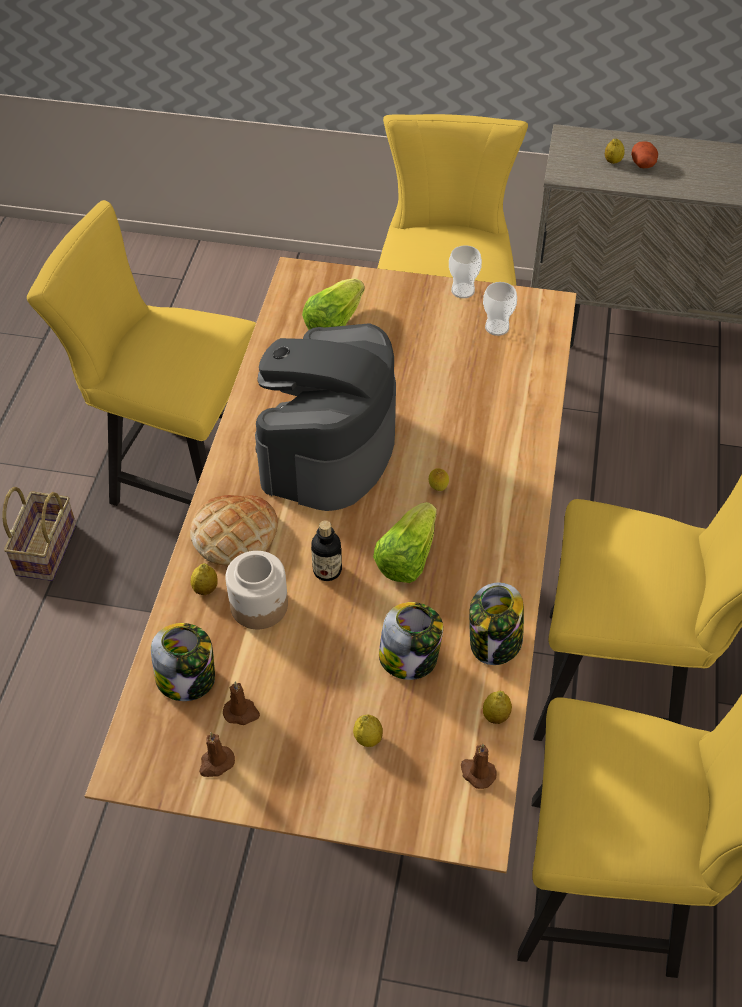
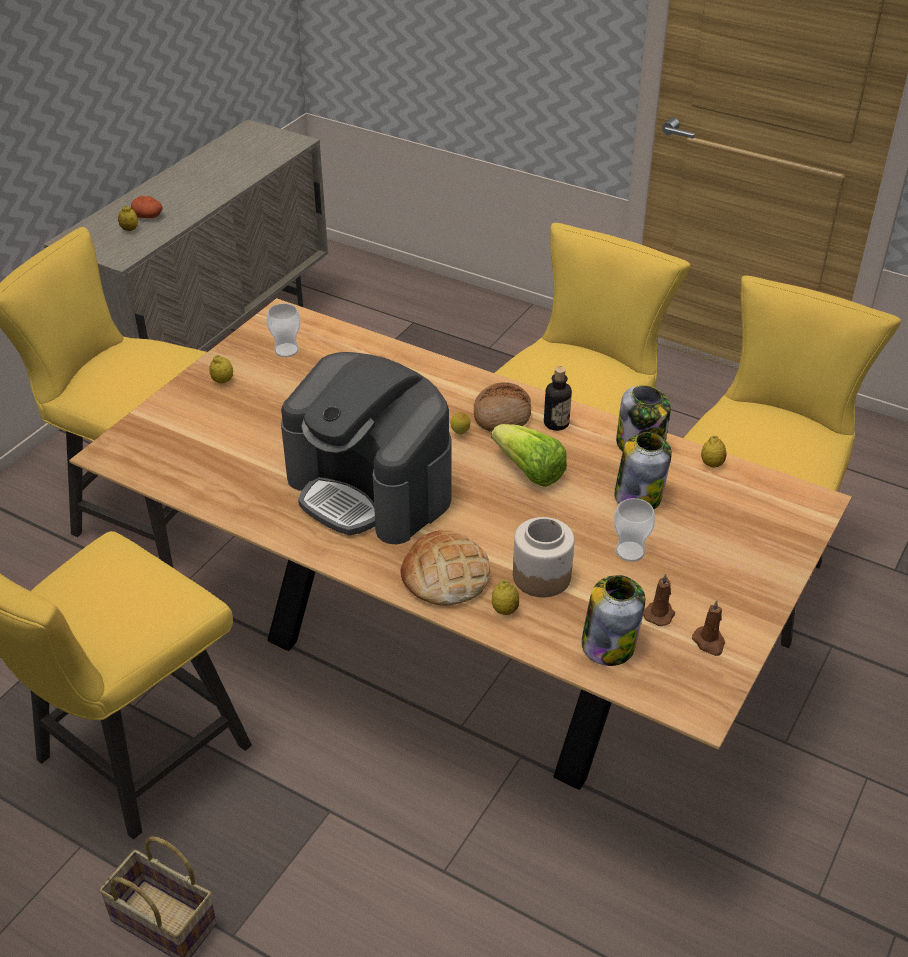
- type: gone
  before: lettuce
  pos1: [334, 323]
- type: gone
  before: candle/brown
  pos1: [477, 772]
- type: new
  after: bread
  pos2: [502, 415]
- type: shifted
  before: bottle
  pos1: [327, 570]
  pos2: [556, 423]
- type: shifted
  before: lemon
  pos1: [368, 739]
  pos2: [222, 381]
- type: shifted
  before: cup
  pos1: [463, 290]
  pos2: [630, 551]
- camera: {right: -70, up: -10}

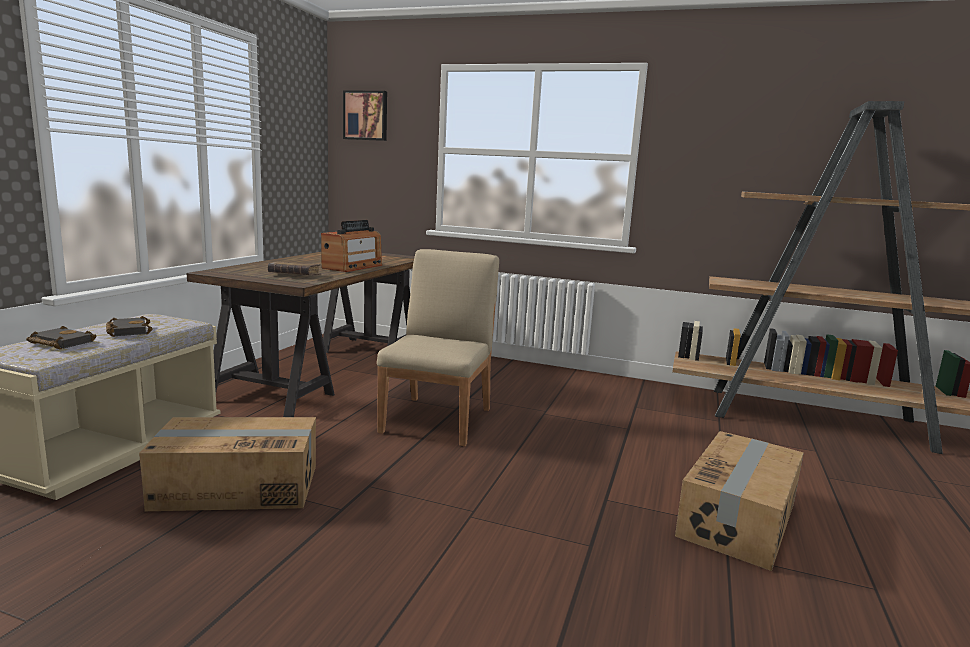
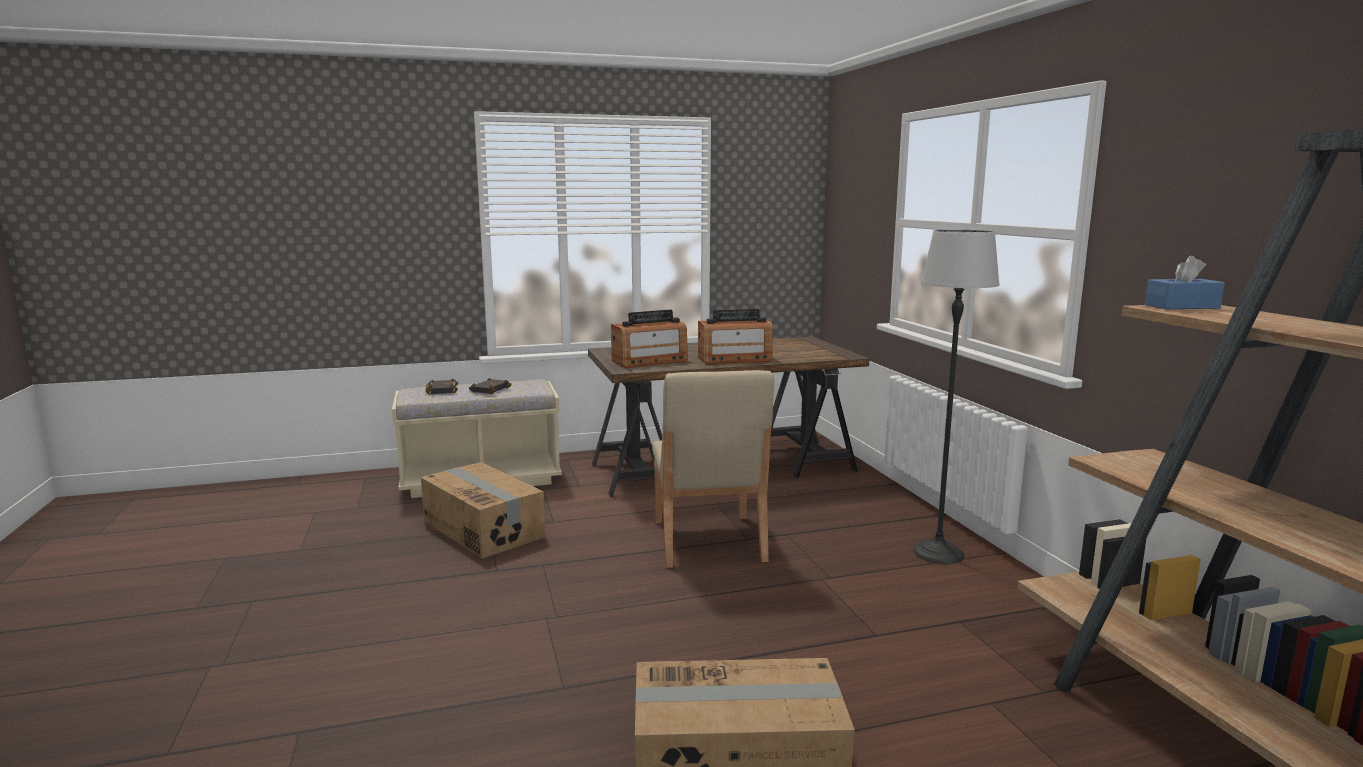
- type: gone
  before: picture
  pos1: [366, 115]
- type: new
  after: floor lamp
  pos2: [938, 553]
- type: new
  after: tissue box/blue
  pos2: [1182, 306]
- type: swapped
  before: book/brown
  after: radio
  pos1: [294, 275]
  pos2: [649, 361]
- type: rotated
  before: chair/beige
  pos1: [438, 419]
  pos2: [707, 541]
  turn: 105
- camera: {right: 55, up: 0}

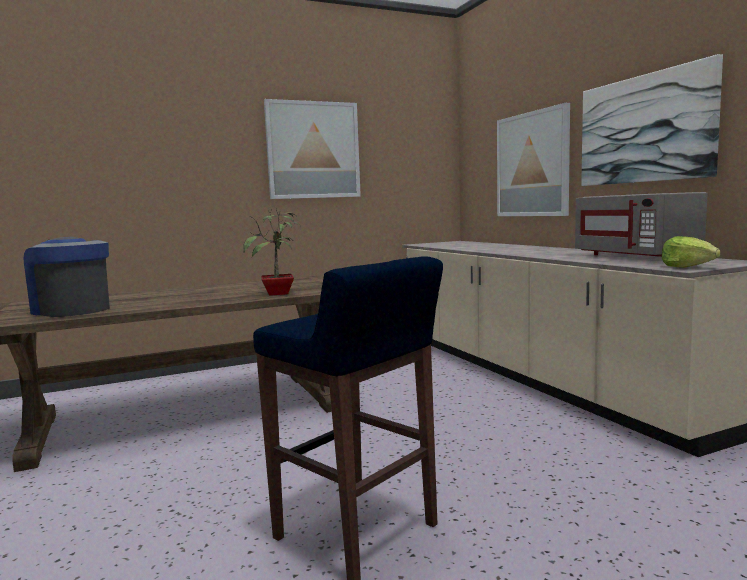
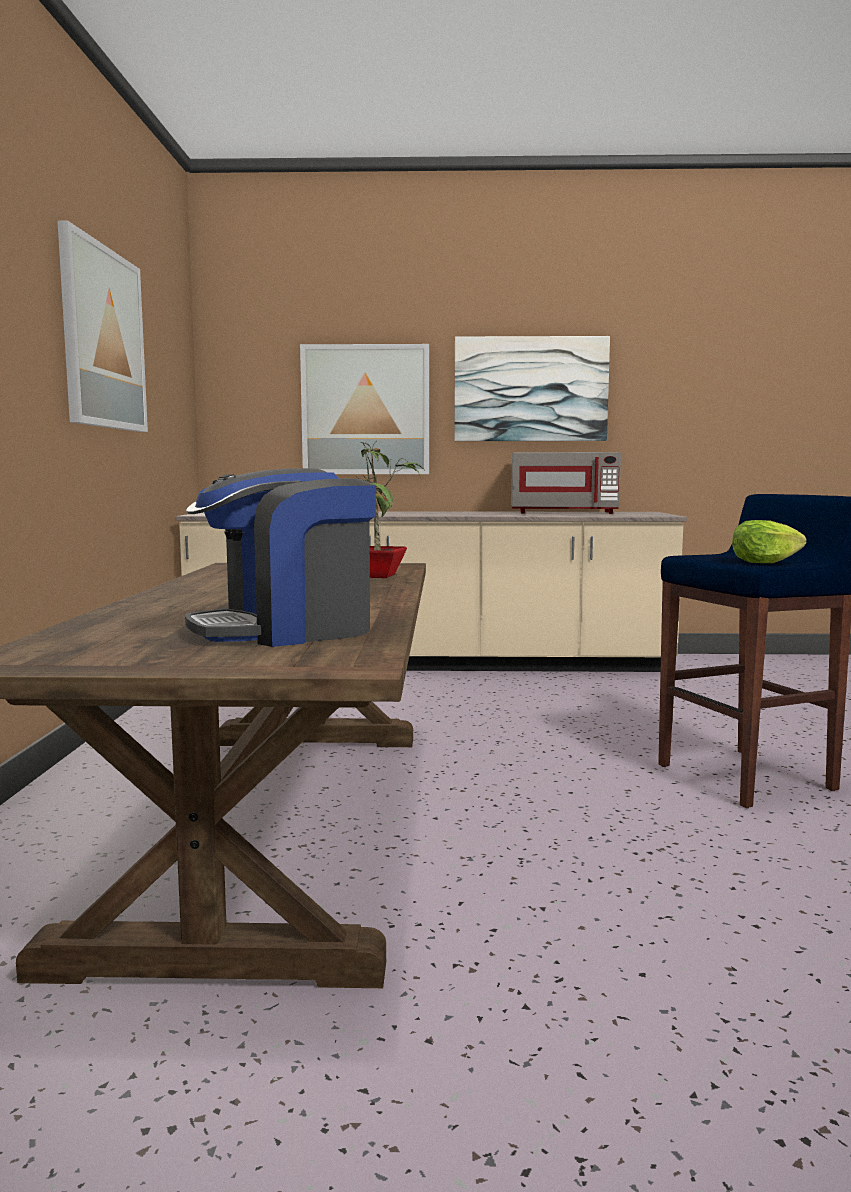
- type: shifted
  before: lettuce
  pos1: [687, 267]
  pos2: [764, 562]
- camera: {right: -65, up: 0}

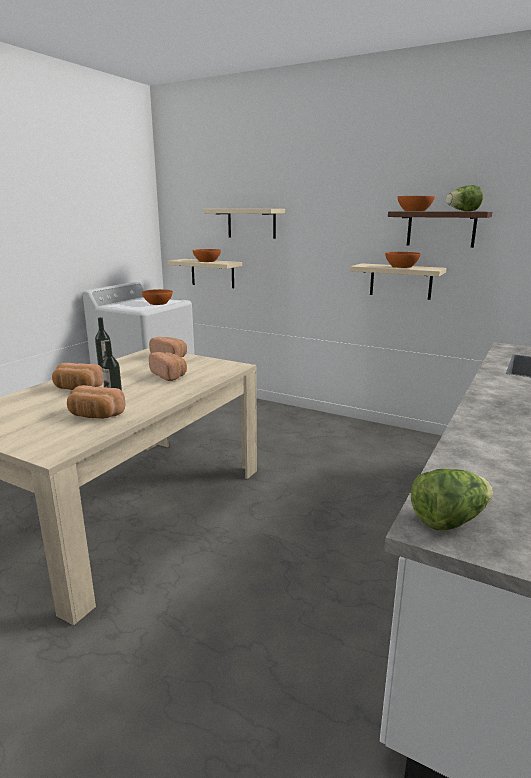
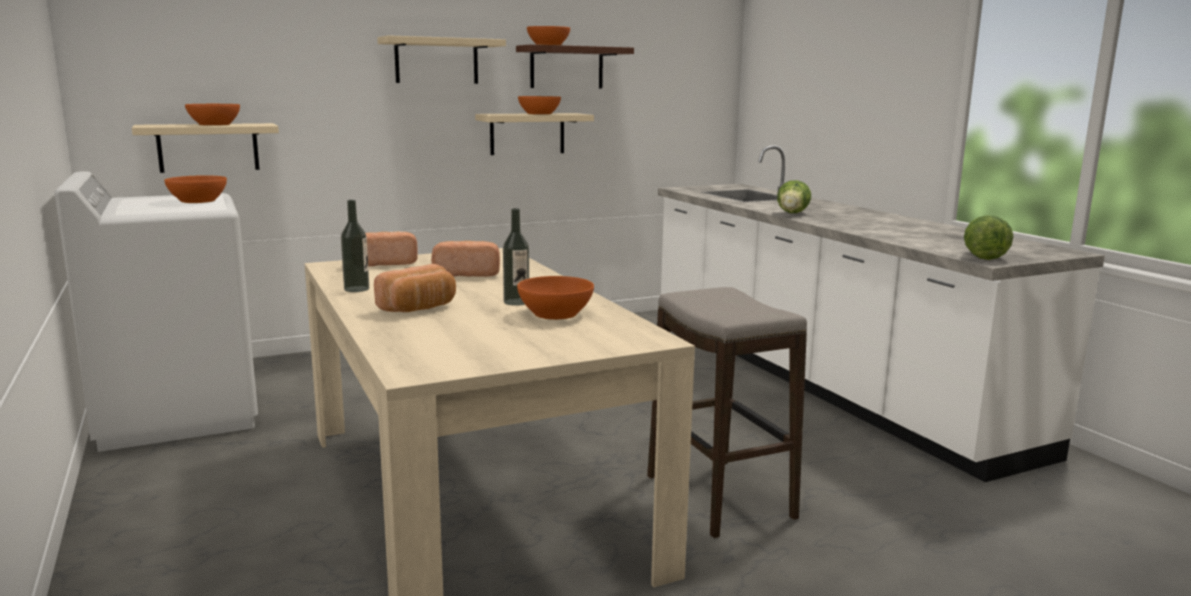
- type: new
  after: stool
  pos2: [719, 497]
- type: shifted
  before: shelf/beige
  pos1: [251, 223]
  pos2: [436, 61]
- type: shifted
  before: lettuce
  pos1: [463, 211]
  pos2: [792, 214]
- type: swapped
  before: bread
  after: bowl/orange
  pos1: [95, 415]
  pos2: [555, 313]
- camera: {right: -55, up: -5}

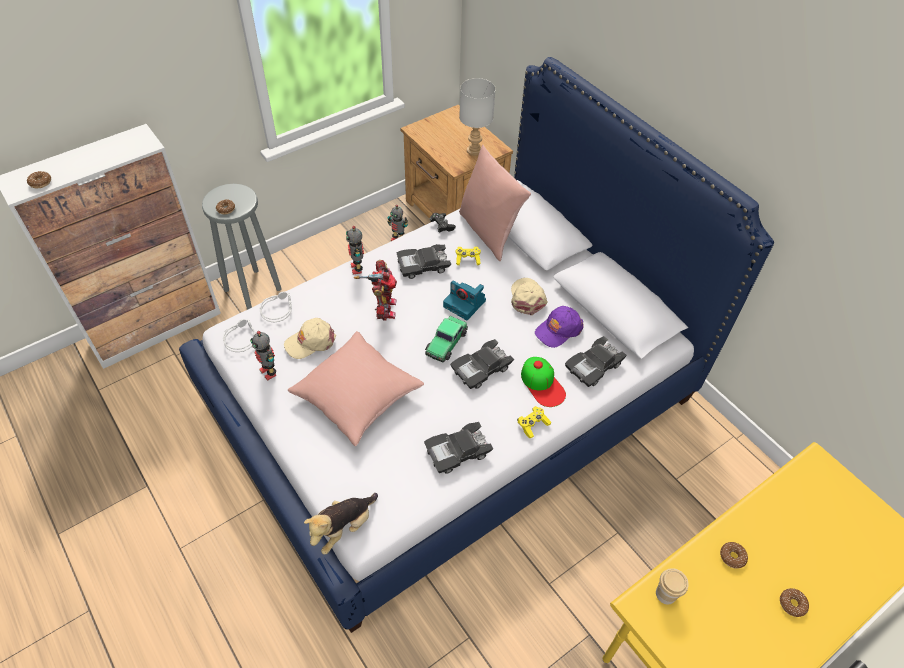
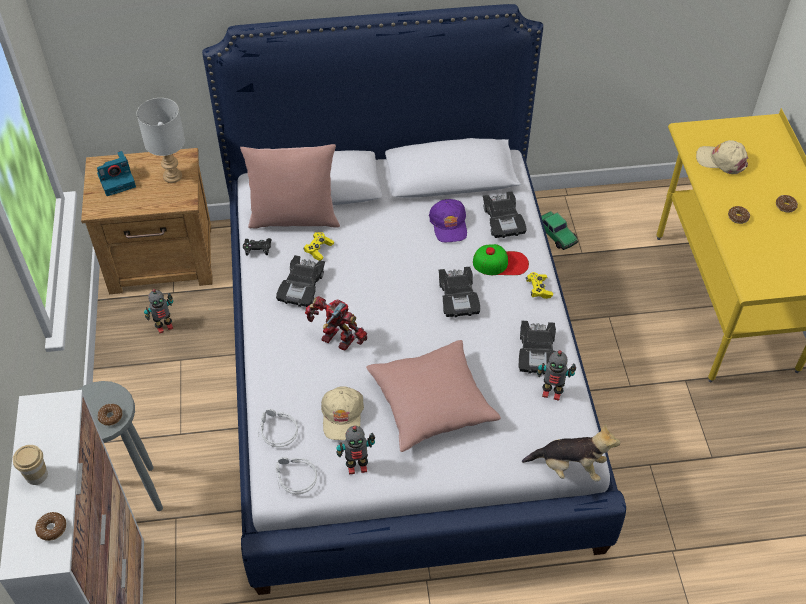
- type: shifted
  before: toy robot
  pos1: [357, 268]
  pos2: [552, 392]
- type: shifted
  before: toy car
  pos1: [446, 343]
  pos2: [556, 234]
- type: shifted
  before: photo camera
  pos1: [465, 304]
  pos2: [117, 180]
- type: shifted
  before: cap/beige
  pos1: [527, 298]
  pos2: [721, 160]
- type: shifted
  before: cup
  pos1: [666, 594]
  pos2: [36, 475]
- type: rotated
  before: plush toy
  pos1: [343, 528]
  pos2: [570, 467]
  turn: -60
- camera: {right: -60, up: 0}

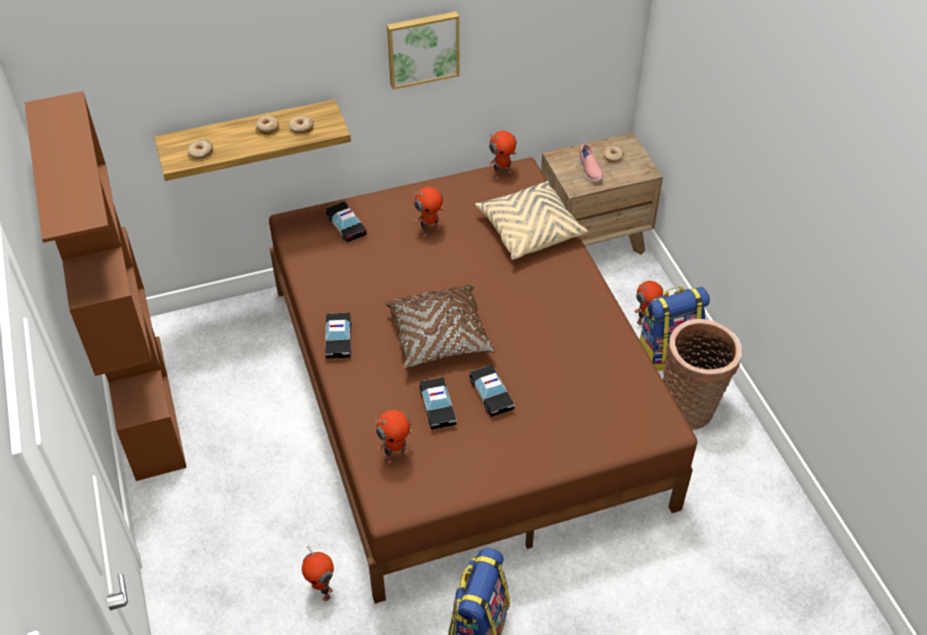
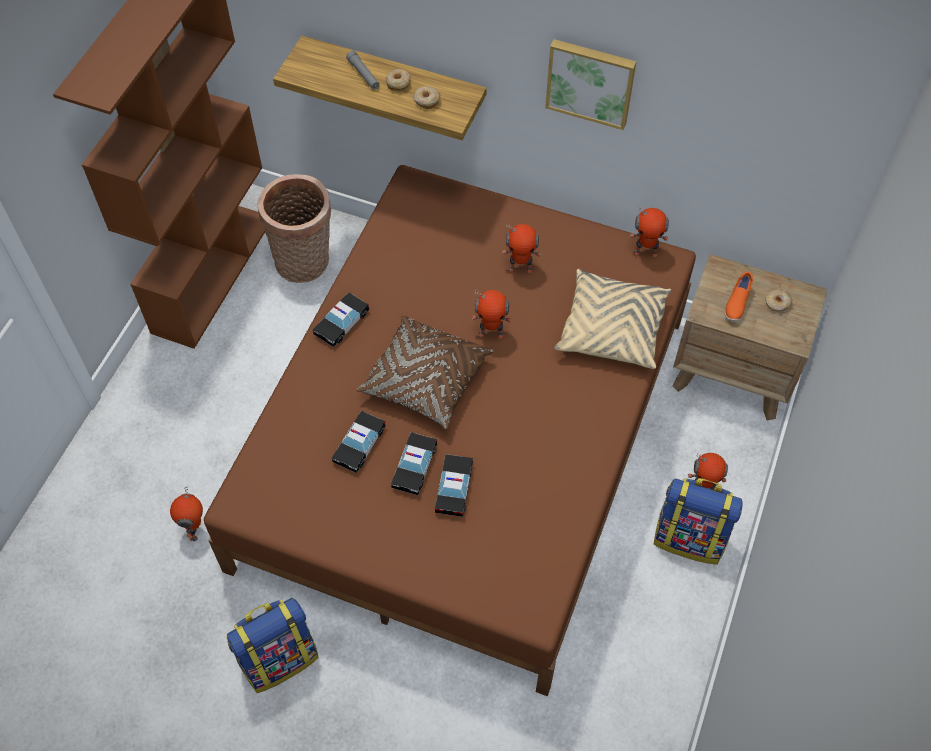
- type: gone
  before: donut
  pos1: [201, 153]
- type: new
  after: flashlight/grey
  pos2: [363, 74]
- type: shifted
  before: toy car
  pos1: [346, 226]
  pos2: [454, 488]
- type: shifted
  before: toy robot
  pos1: [395, 454]
  pos2: [491, 333]
- type: shifted
  before: basket
  pos1: [689, 408]
  pos2: [305, 263]
- type: repainted
  before: shoe/pink
  after: shoe/orange
  pos1: [589, 171]
  pos2: [736, 303]
- camera: {right: 40, up: 10}

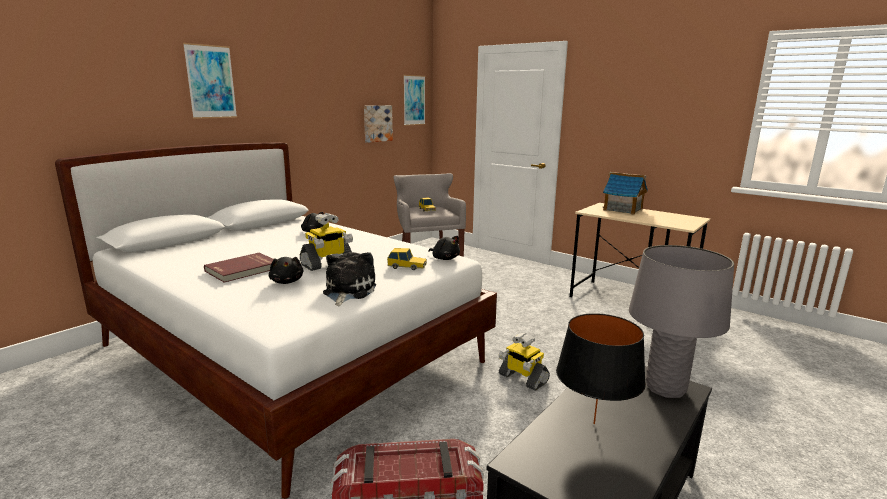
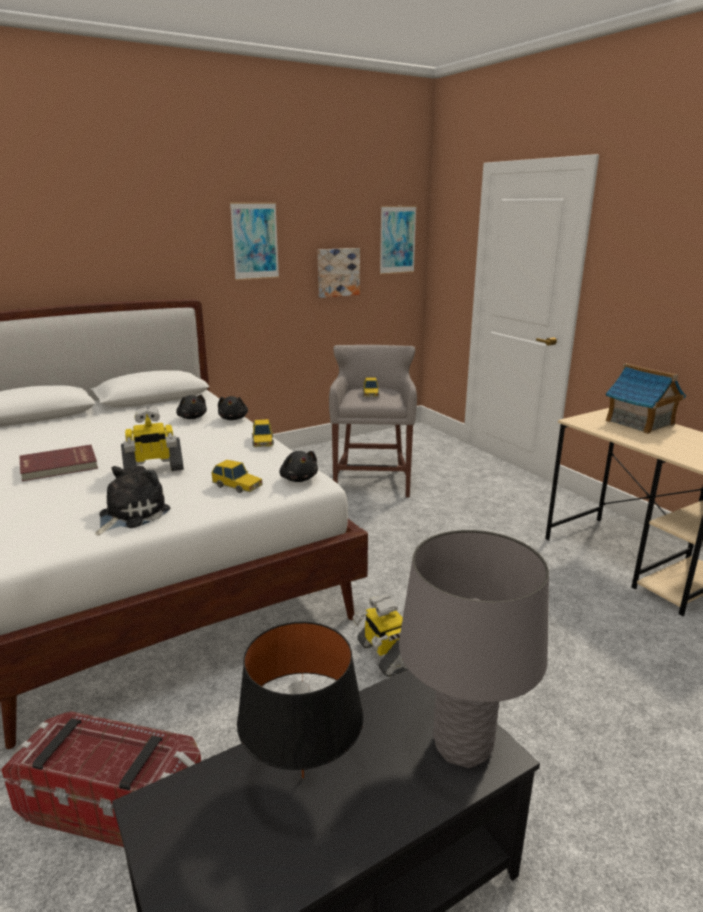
- type: new
  after: toy car
  pos2: [262, 442]
- type: shifted
  before: picture
  pos1: [211, 82]
  pos2: [255, 241]
- type: shifted
  before: plush toy/black
  pos1: [287, 281]
  pos2: [233, 418]
- camera: {right: 20, up: 5}

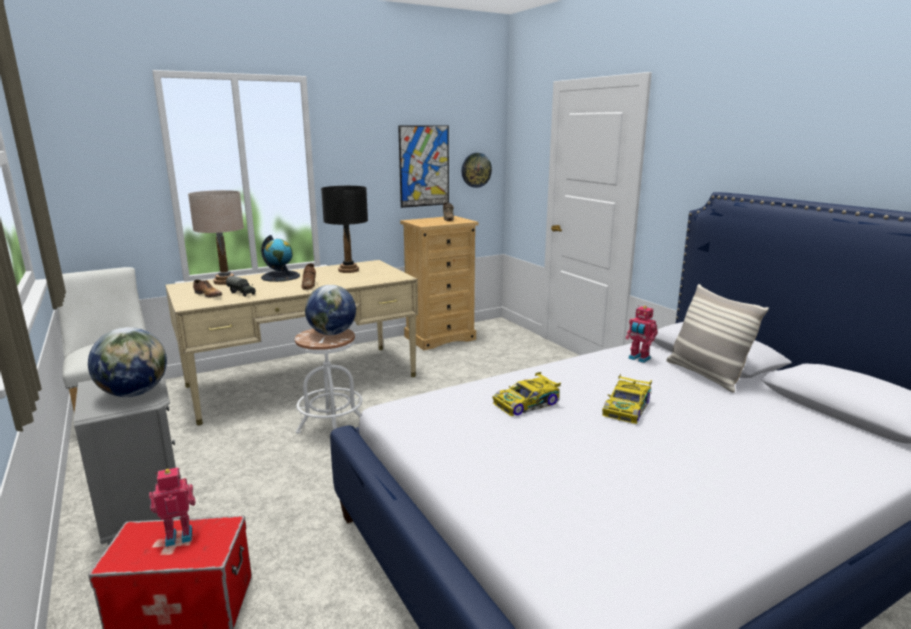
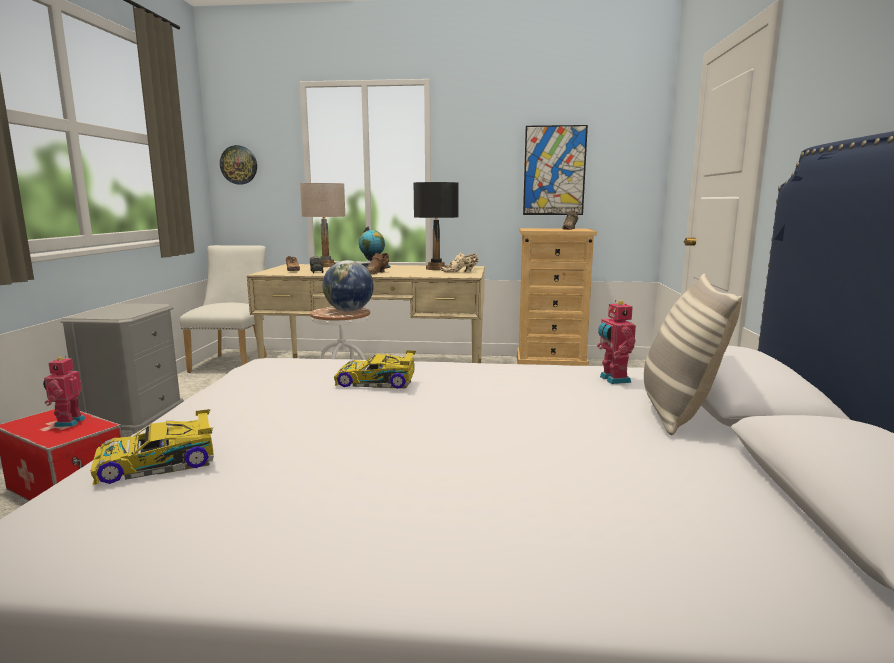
- type: gone
  before: globe
  pos1: [134, 393]
- type: new
  after: shoe/beige
  pos2: [460, 272]
- type: shifted
  before: wall clock
  pos1: [476, 170]
  pos2: [239, 165]
- type: shifted
  before: toy car
  pos1: [627, 408]
  pos2: [160, 463]
- type: rotated
  before: toy robot
  pos1: [179, 535]
  pos2: [68, 422]
  turn: -105
- camera: {right: 35, up: -5}

